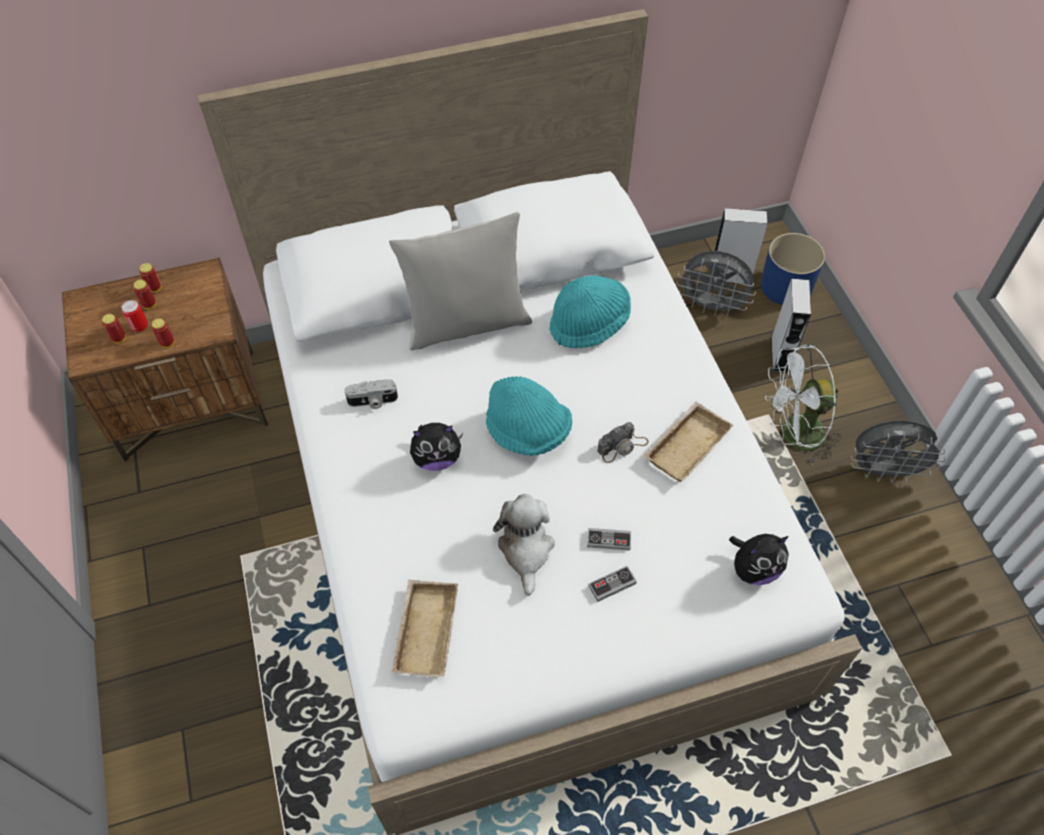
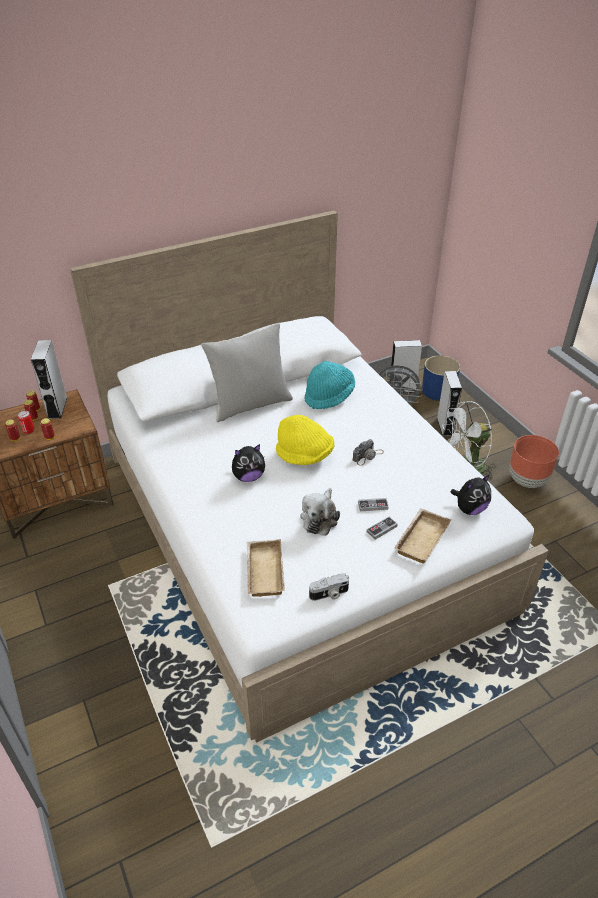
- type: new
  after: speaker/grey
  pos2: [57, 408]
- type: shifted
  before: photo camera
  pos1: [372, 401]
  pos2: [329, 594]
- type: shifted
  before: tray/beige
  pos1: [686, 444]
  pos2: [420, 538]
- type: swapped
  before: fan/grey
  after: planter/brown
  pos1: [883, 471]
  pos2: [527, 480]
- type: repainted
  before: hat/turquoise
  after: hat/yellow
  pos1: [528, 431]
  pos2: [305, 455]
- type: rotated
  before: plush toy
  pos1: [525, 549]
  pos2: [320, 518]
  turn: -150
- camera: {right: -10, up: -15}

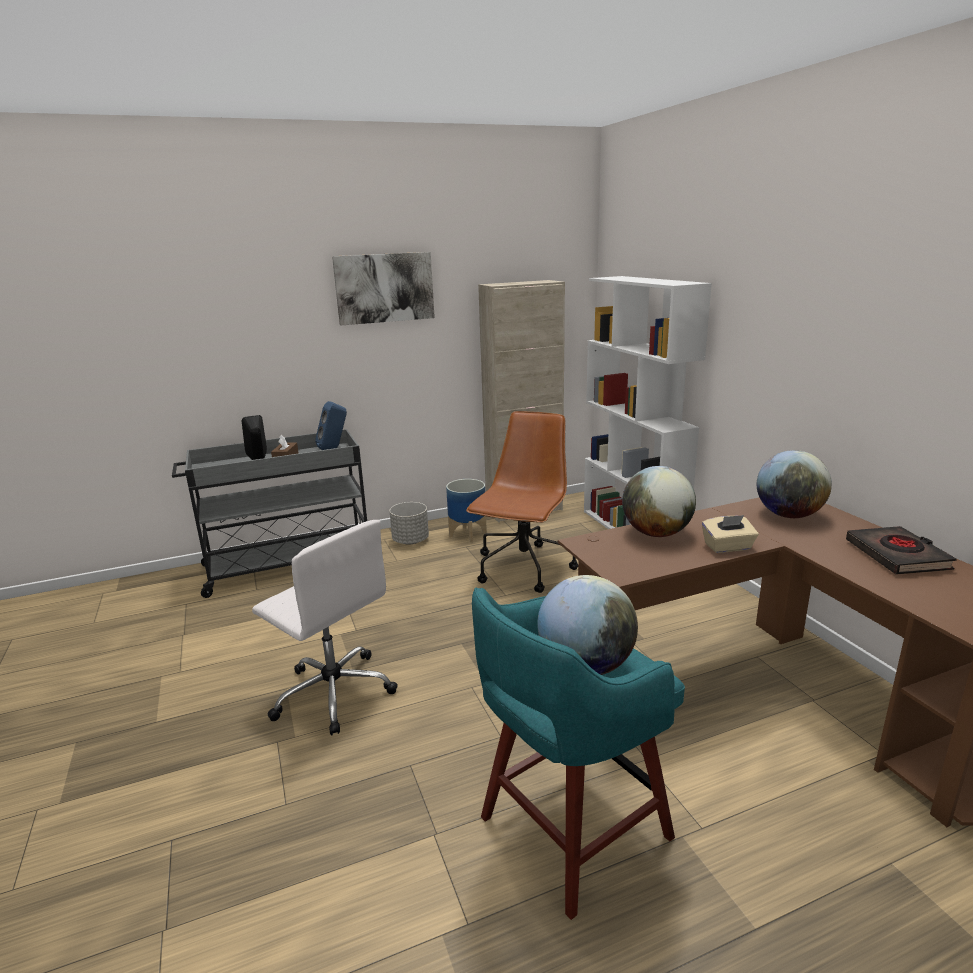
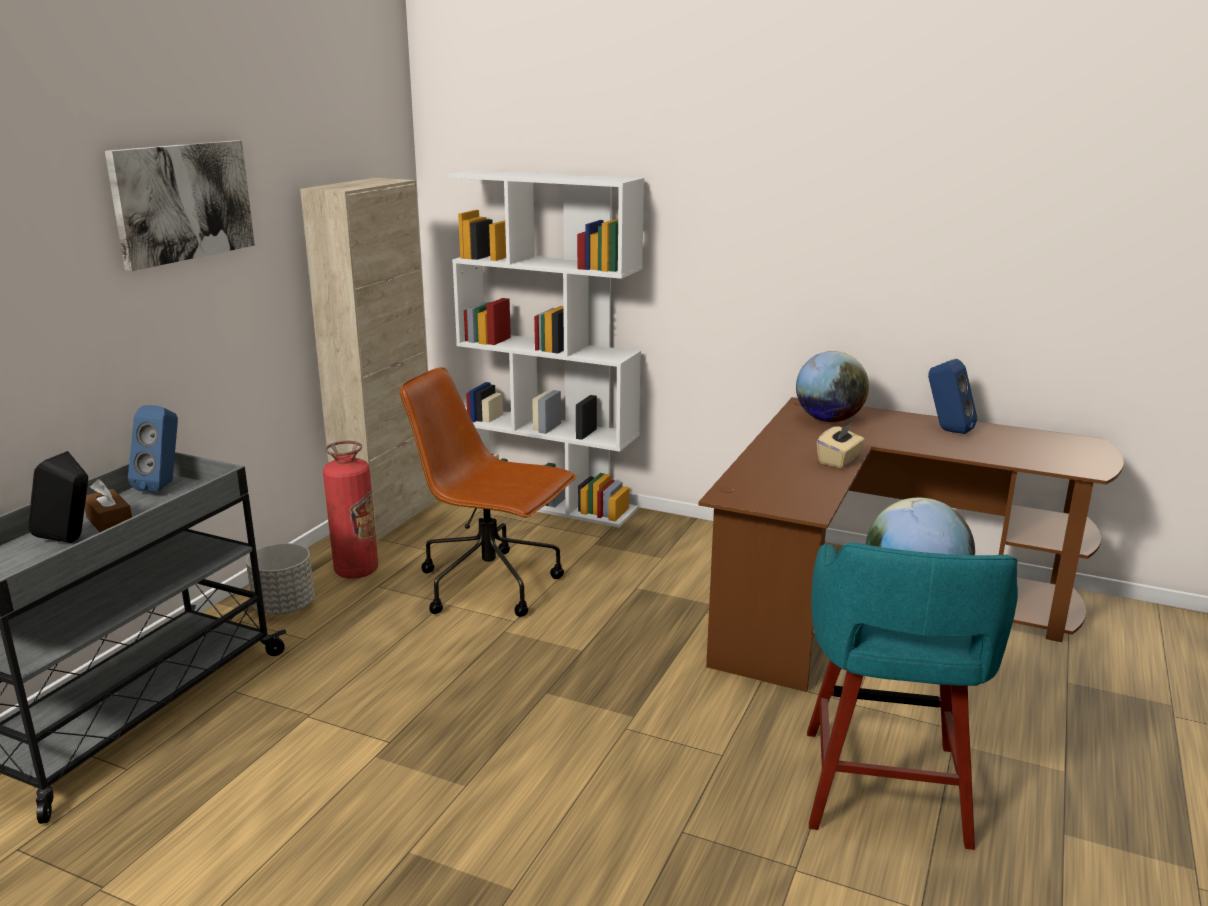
- type: gone
  before: office chair/white
  pos1: [333, 692]
- type: gone
  before: globe
  pos1: [656, 533]
- type: swapped
  before: planter
  after: fire extinguisher
  pos1: [468, 534]
  pos2: [356, 571]
- type: swapped
  before: book/black
  after: speaker/blue
  pos1: [897, 556]
  pos2: [946, 430]
- type: rotated
  before: office chair/brown
  pos1: [523, 569]
  pos2: [492, 585]
  turn: -45
- camera: {right: -45, up: 0}

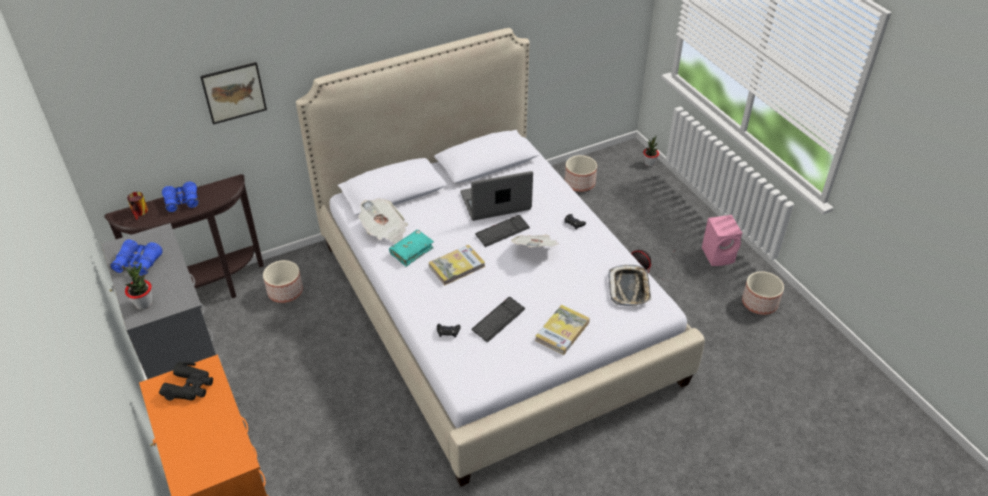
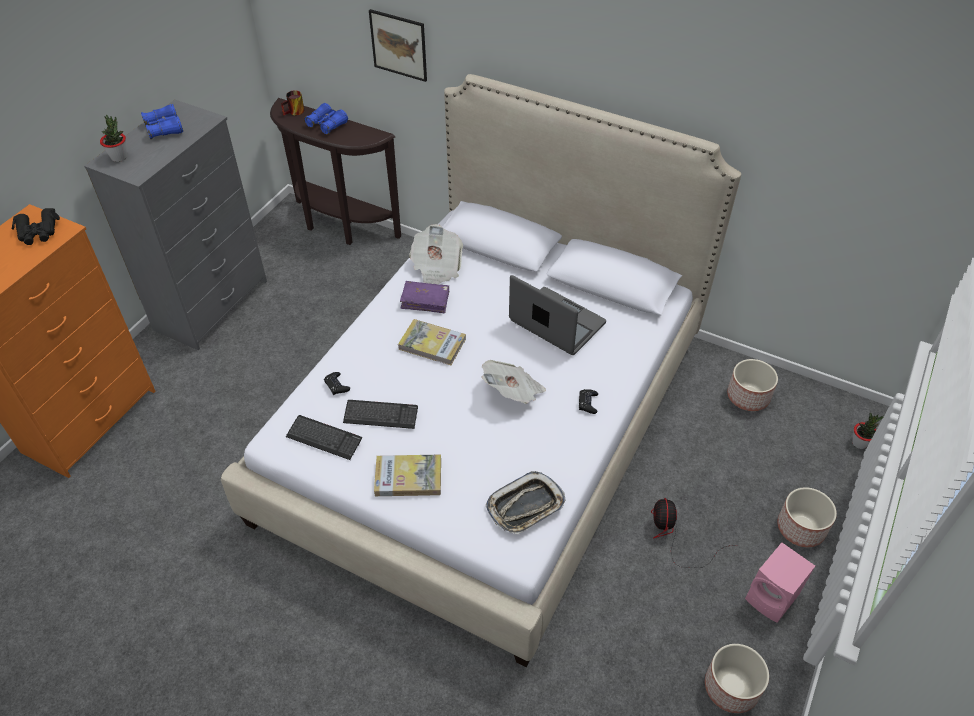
- type: shifted
  before: planter
  pos1: [286, 291]
  pos2: [801, 528]
- type: shifted
  before: keyboard
  pos1: [502, 232]
  pos2: [324, 438]
- type: repainted
  before: book/turquoise
  after: book/purple
  pos1: [411, 251]
  pos2: [425, 301]
- camera: {right: 55, up: 5}

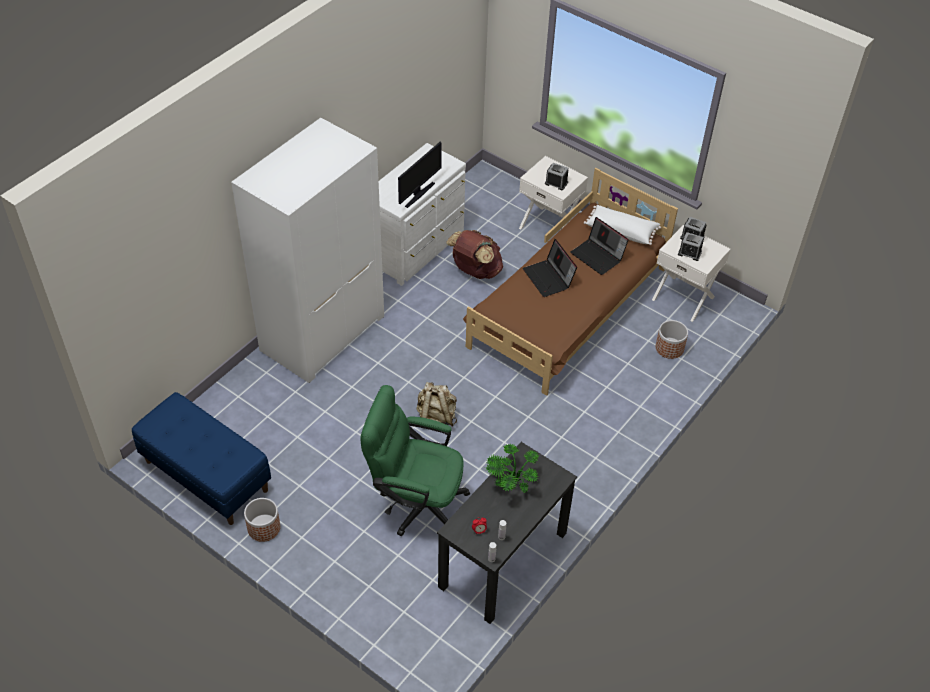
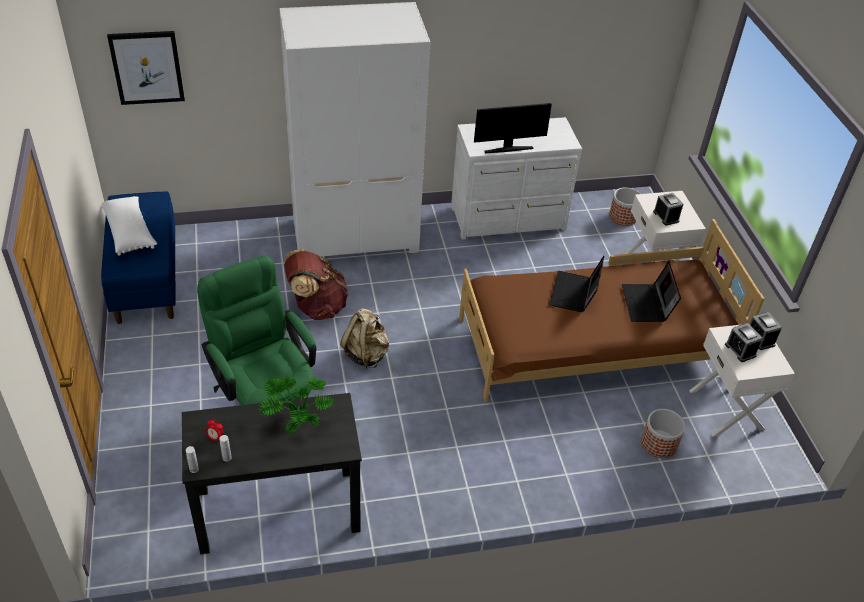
- type: new
  after: picture
  pos2: [147, 67]
- type: shifted
  before: planter
  pos1: [263, 528]
  pos2: [623, 217]
- type: shifted
  before: backpack/brown
  pos1: [475, 271]
  pos2: [316, 307]
- type: shifted
  before: pillow/white
  pos1: [621, 231]
  pos2: [130, 232]
- camera: {right: 40, up: -5}

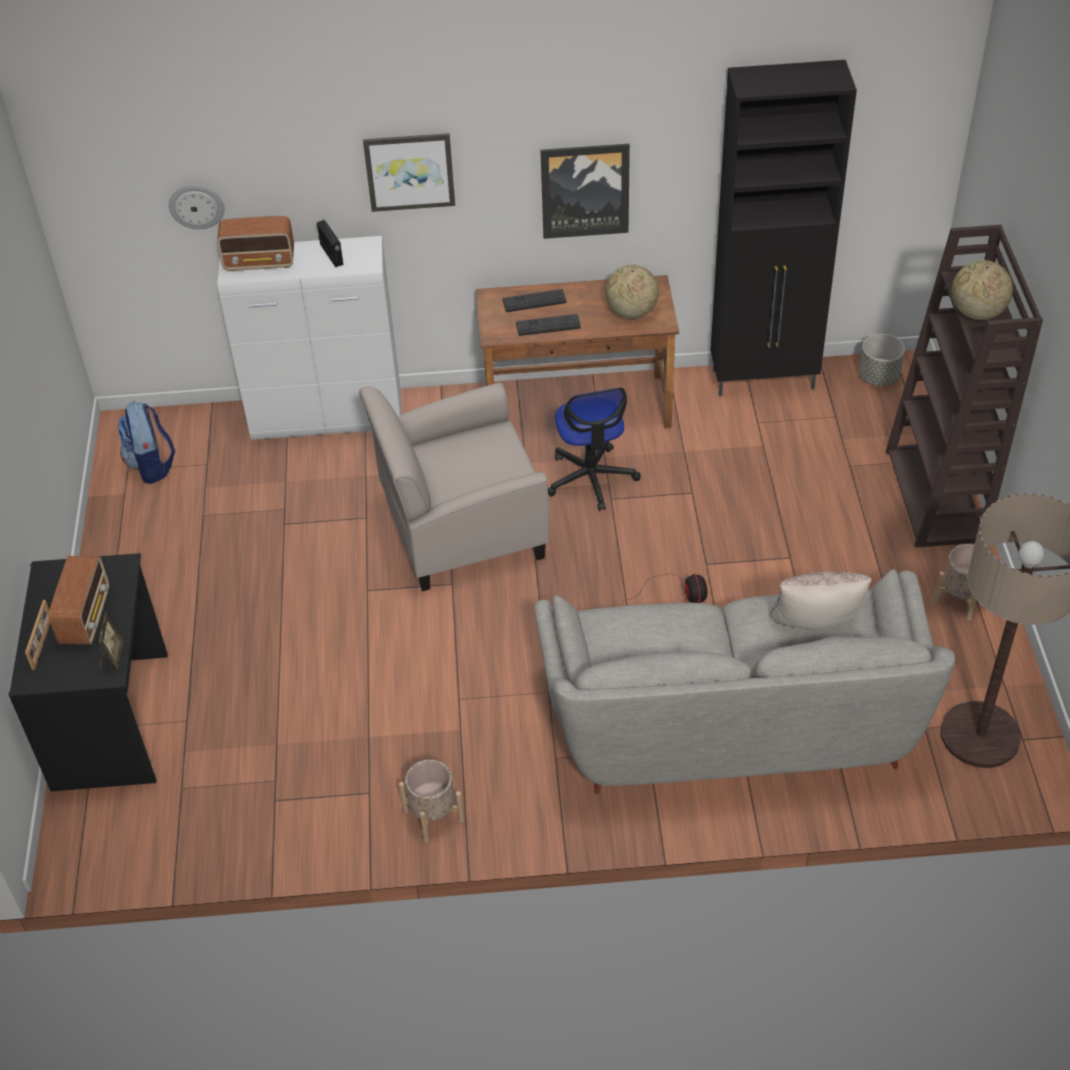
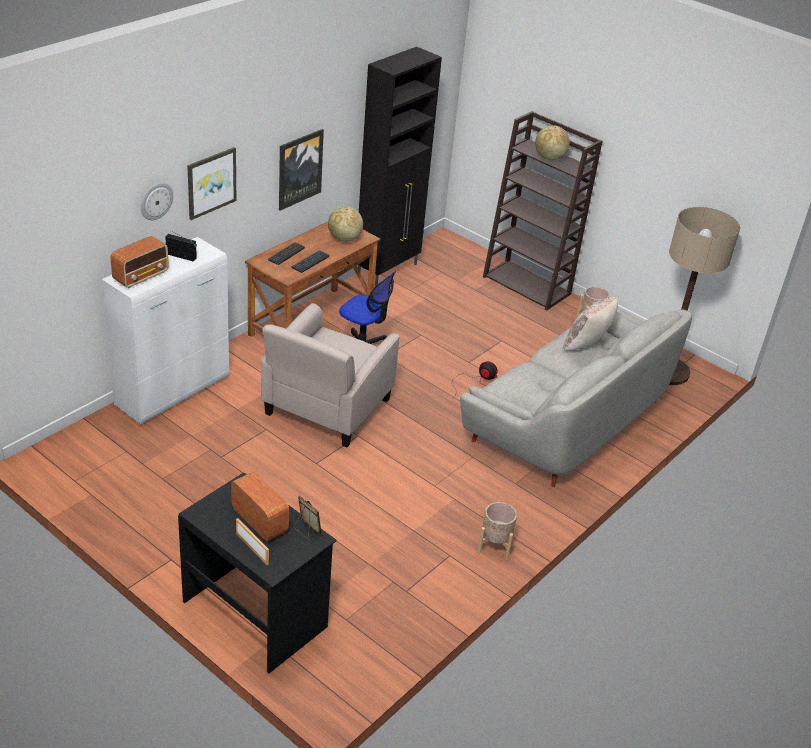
- type: gone
  before: backpack
  pos1: [152, 465]
- type: gone
  before: planter/grey
  pos1: [879, 377]
- type: shifted
  before: wall clock
  pos1: [196, 206]
  pos2: [156, 200]
- camera: {right: -50, up: -10}

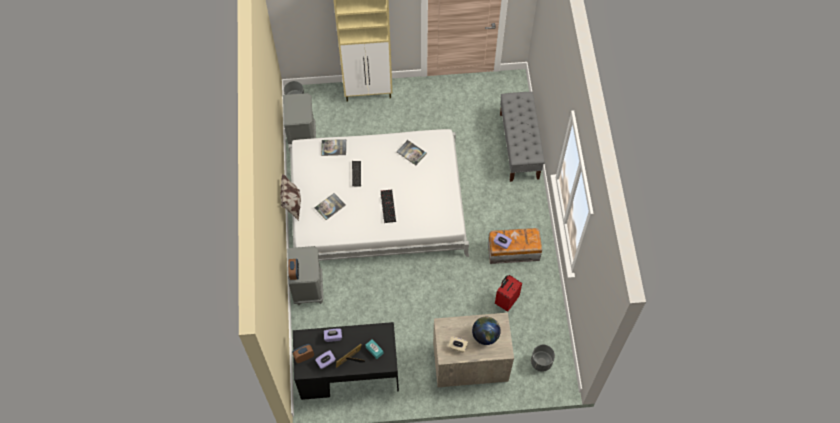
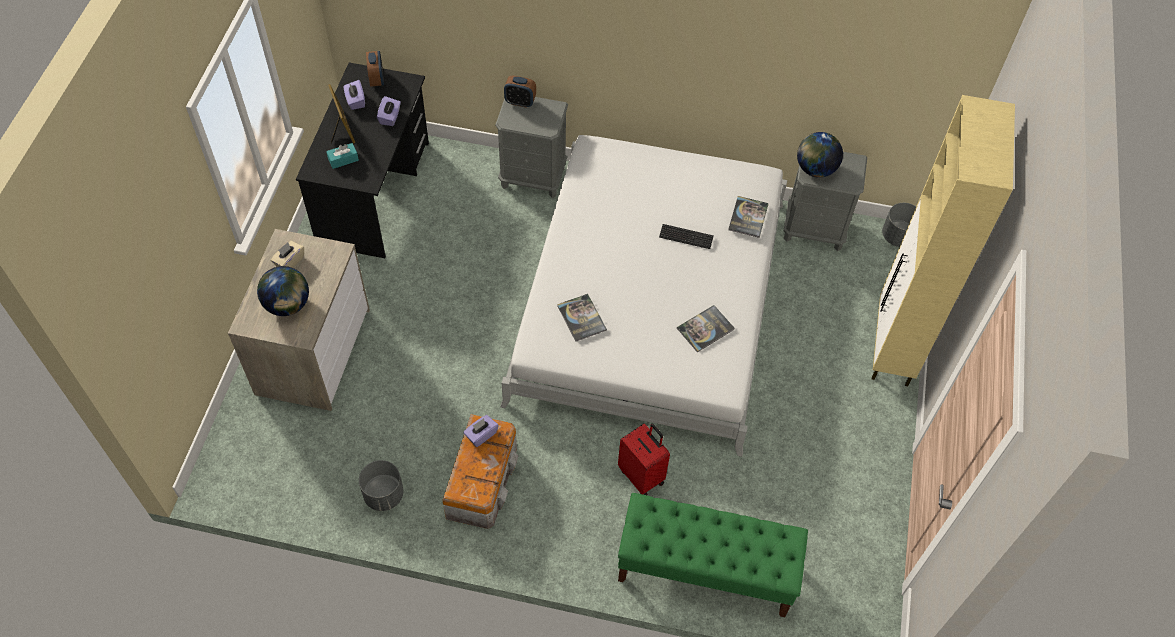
- type: gone
  before: pillow
  pos1: [292, 206]
- type: gone
  before: keyboard
  pos1: [387, 206]
- type: new
  after: globe
  pos2: [815, 169]
- type: shifted
  before: book
  pos1: [330, 206]
  pos2: [581, 318]
- type: shifted
  before: suitcase/red
  pos1: [506, 300]
  pos2: [642, 475]
- type: shifted
  before: planter/grey
  pos1: [541, 362]
  pos2: [383, 495]
- type: repainted
  before: bench/grey
  after: bench/green
  pos1: [519, 146]
  pos2: [705, 570]
- camera: {right: 105, up: -5}

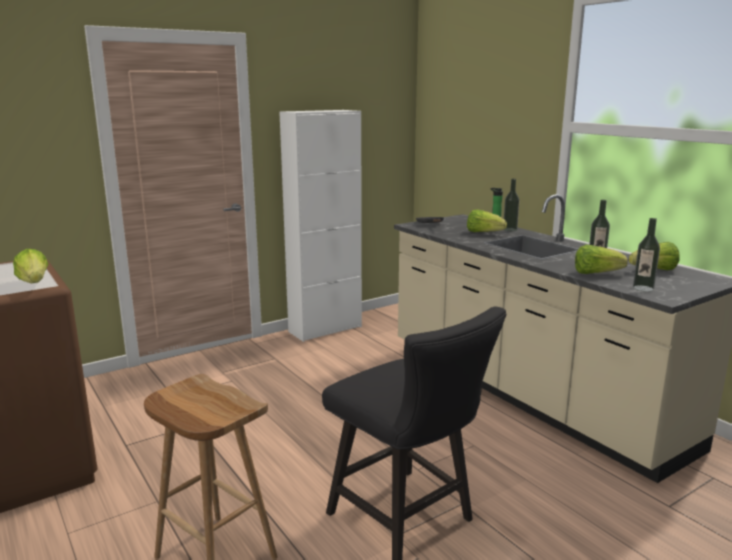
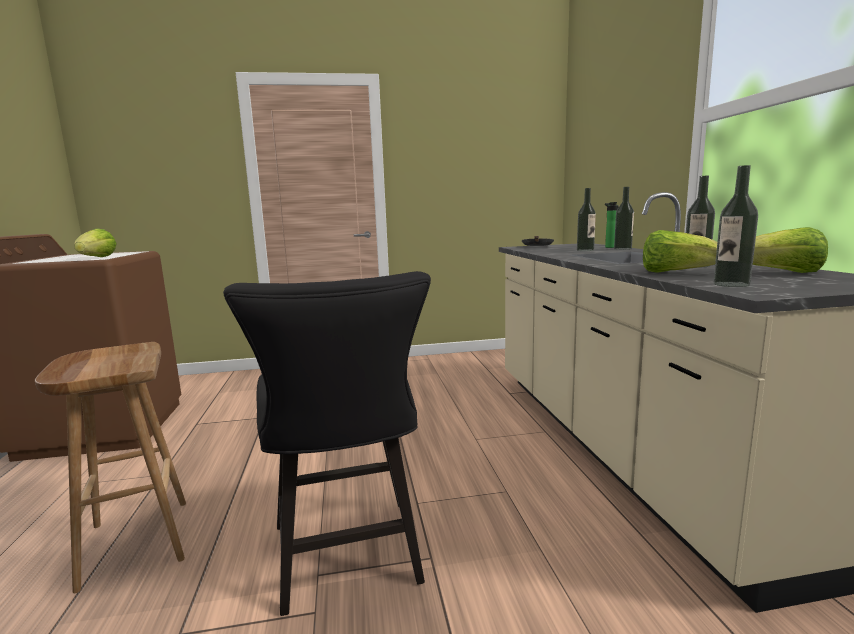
- type: gone
  before: cabinet/white
  pos1: [325, 329]
- type: swapped
  before: lettuce
  after: bottle
  pos1: [483, 233]
  pos2: [585, 250]
- camera: {right: 25, up: -5}

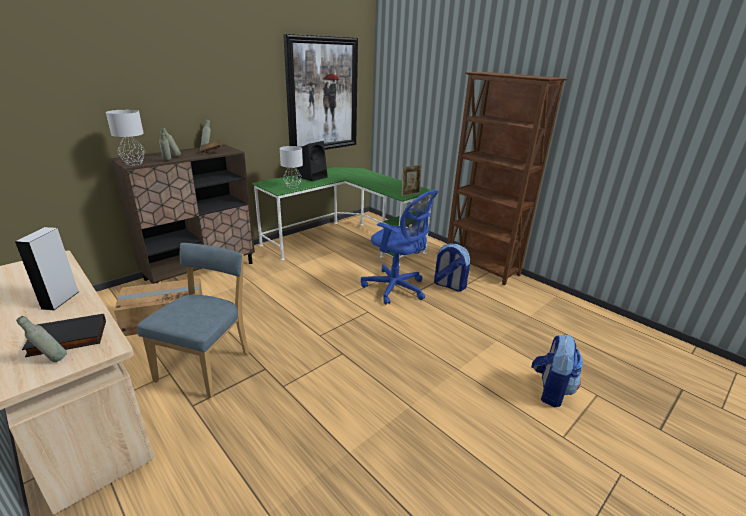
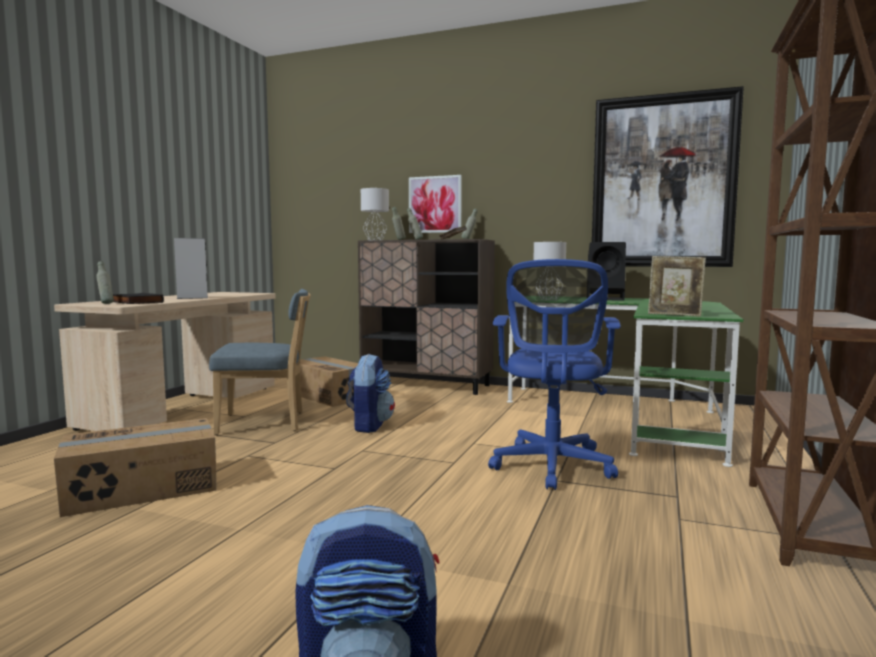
- type: new
  after: cardboard box
  pos2: [142, 489]
- type: new
  after: picture
  pos2: [435, 204]
- type: shifted
  before: backpack
  pos1: [448, 285]
  pos2: [369, 425]
- camera: {right: 65, up: -20}

